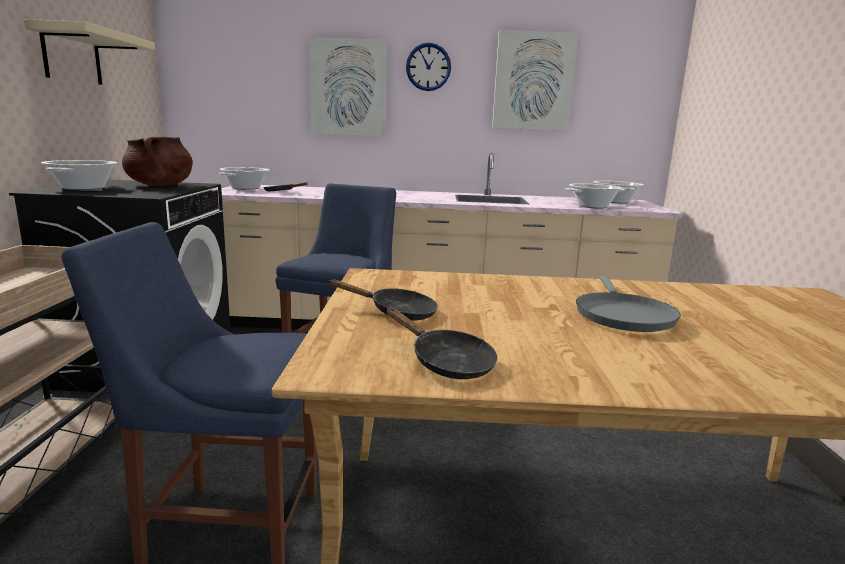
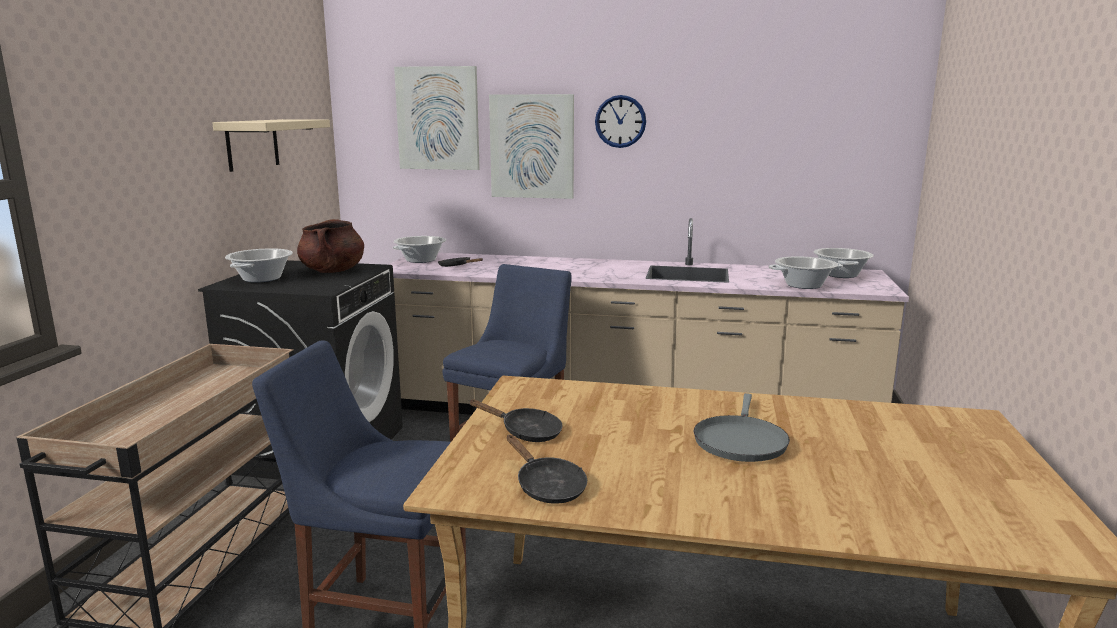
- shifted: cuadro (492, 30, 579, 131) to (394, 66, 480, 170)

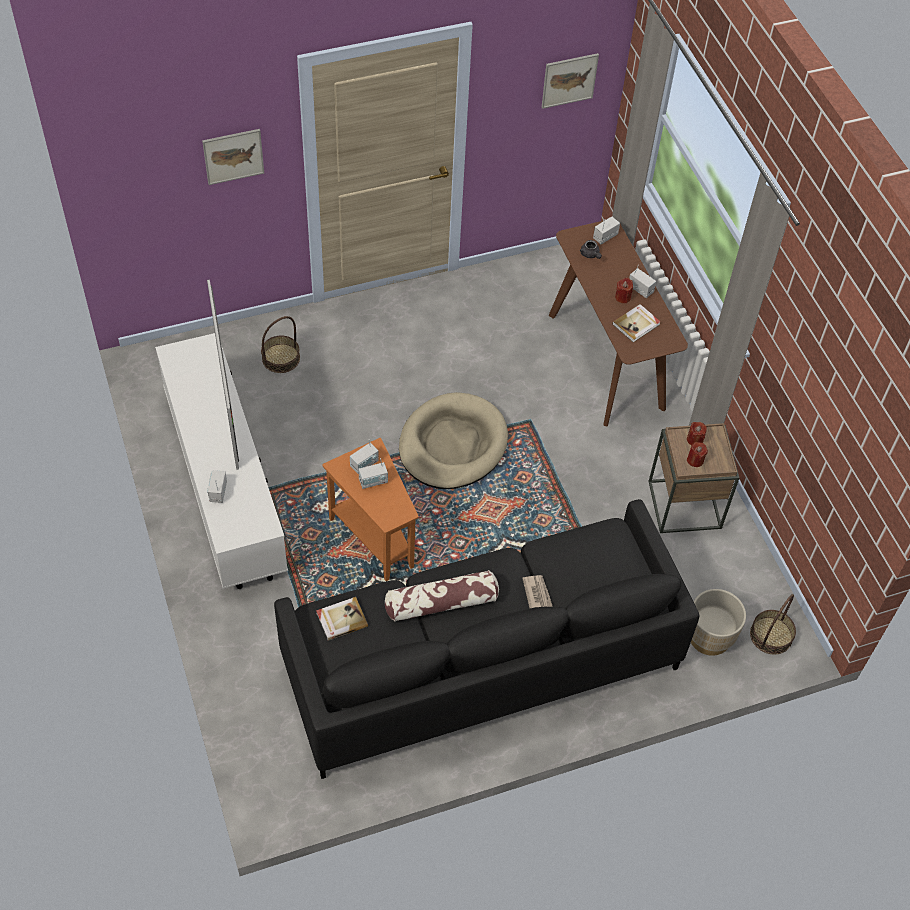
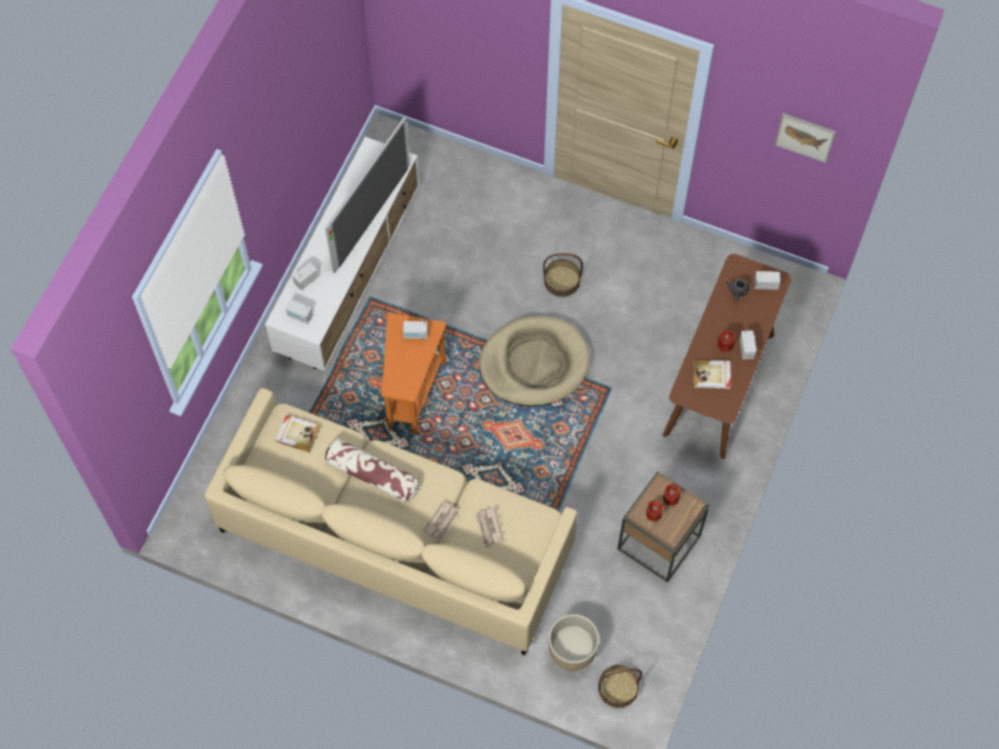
- gone: cuadro (202, 129, 264, 185)
- shifted: cesta (261, 316, 300, 373) to (543, 253, 583, 297)
- repainted: sofá/negro (274, 499, 699, 779) to sofá/beis (204, 388, 578, 655)
- shifted: radio (359, 458, 388, 489) to (286, 299, 313, 324)
- new: periódico (475, 507, 504, 548)

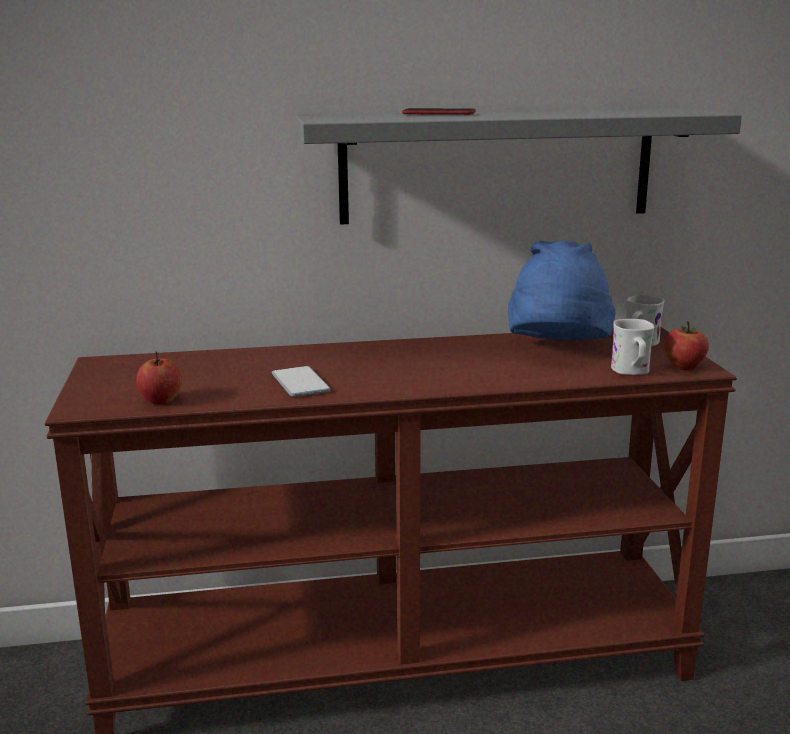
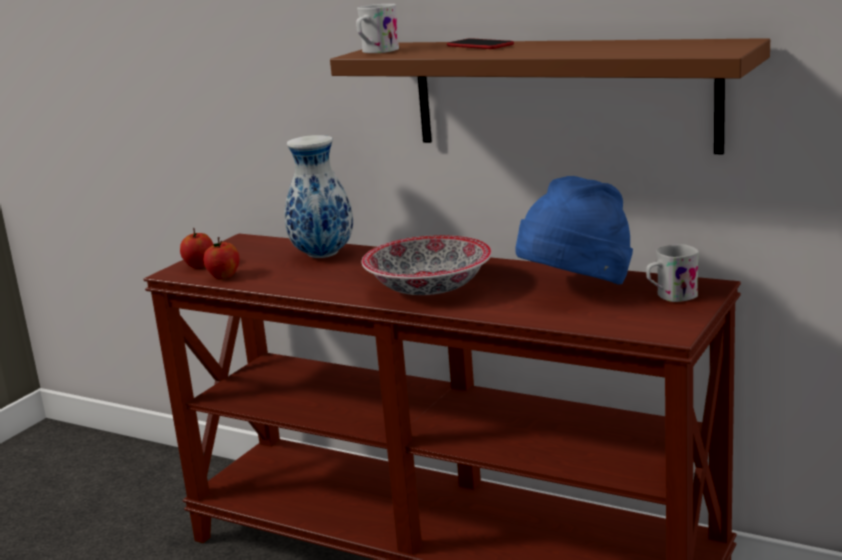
- gone: móvil (272, 366, 330, 397)
- repainted: estante/gris (295, 108, 742, 225) to estante/marrón (330, 38, 770, 155)
- shifted: taza grande/blanco (611, 319, 654, 375) to (356, 4, 399, 53)
- shifted: manzana (665, 322, 709, 370) to (180, 228, 214, 268)
- new: florero (284, 135, 353, 258)
- new: cuenco (362, 235, 492, 295)

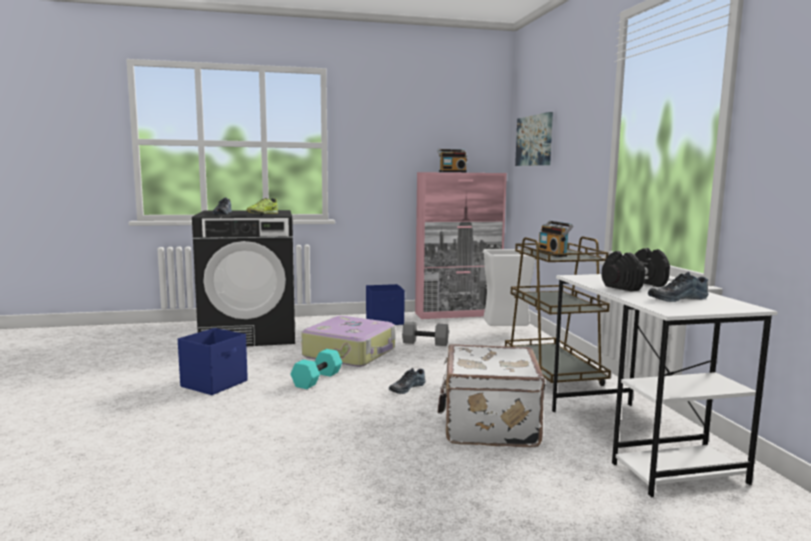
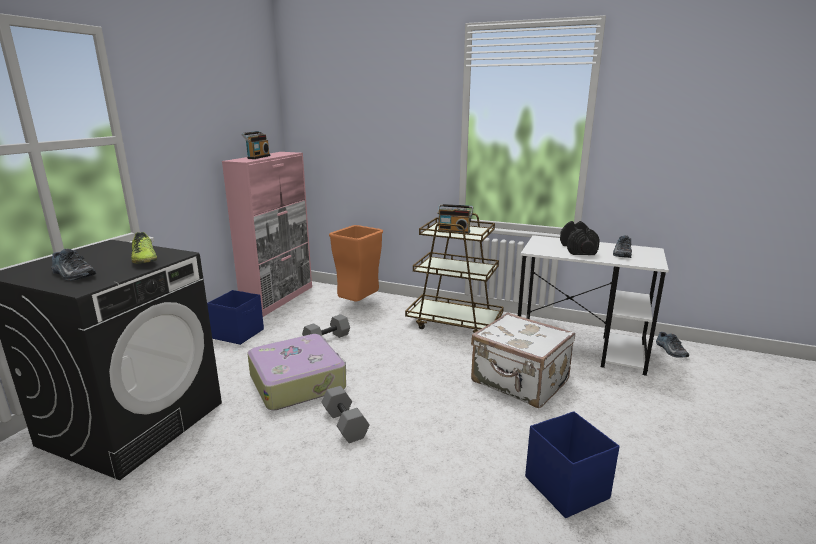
- shifted: caja de almacenaje/azul (178, 328, 248, 395) to (525, 411, 620, 518)
- repainted: mancuerna/turquesa (290, 349, 342, 389) to mancuerna/gris (322, 386, 370, 443)
- shifted: zapato (389, 368, 426, 394) to (656, 332, 689, 358)
- repainted: papelera/blanco (483, 249, 535, 326) to papelera/naranja (329, 225, 383, 302)
- gone: cuadro (515, 112, 553, 166)

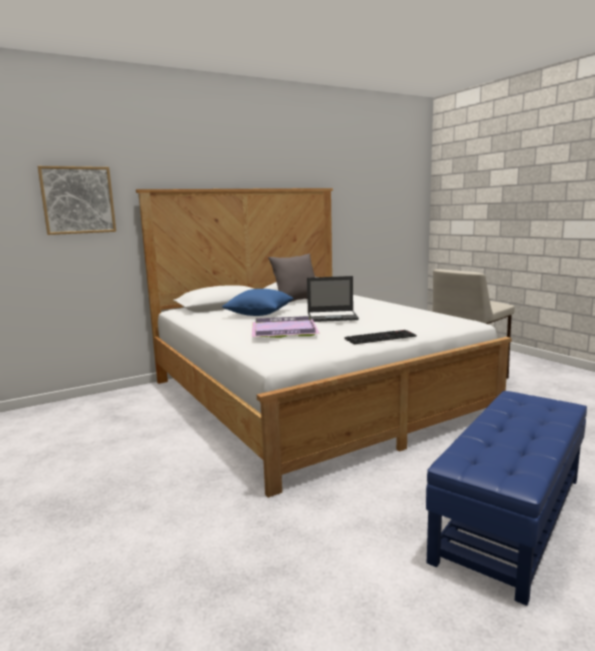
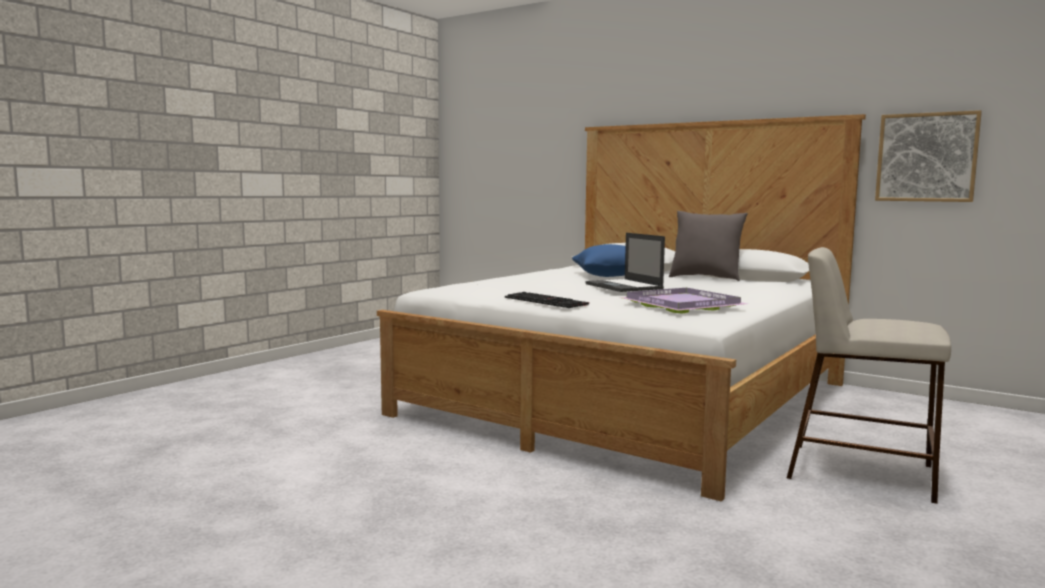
- shifted: cuadro (38, 166, 116, 235) to (875, 110, 982, 202)
- shifted: bandeja/morado (252, 316, 320, 338) to (620, 288, 747, 314)
- gone: puf/azul (426, 391, 587, 606)

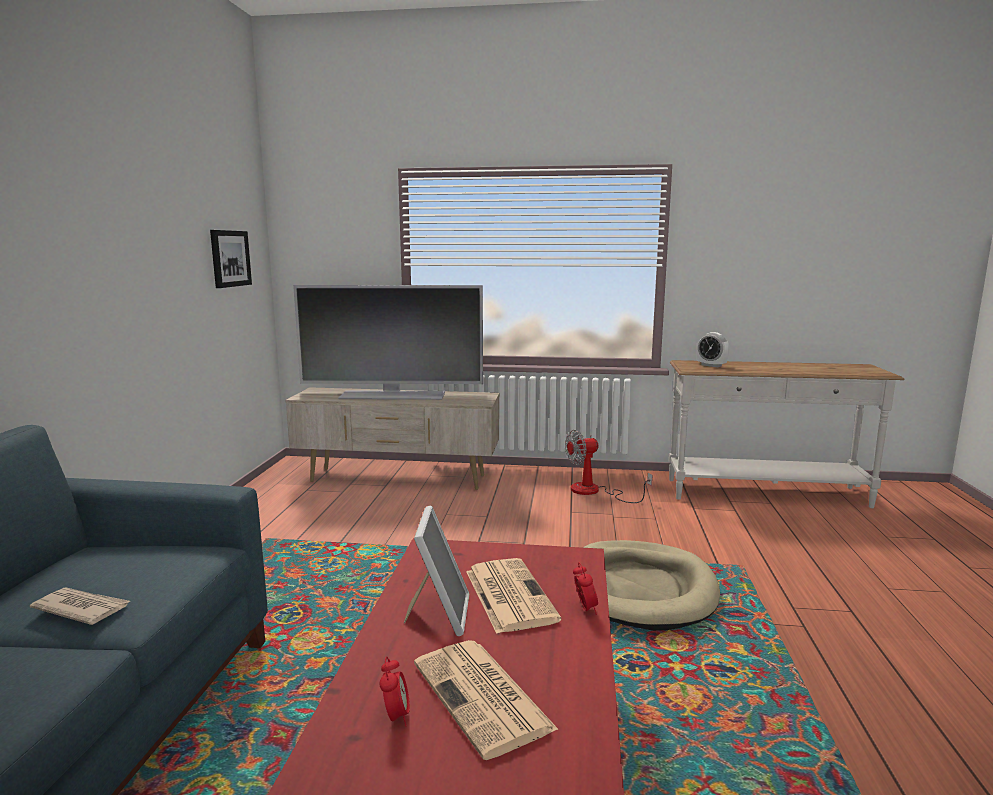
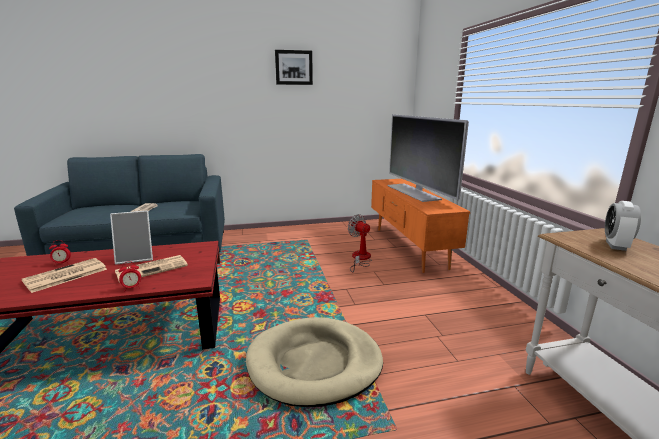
- shifted: cuadro (210, 230, 252, 288) to (275, 50, 313, 85)
- repainted: mueble de televisión/beis (285, 387, 500, 490) to mueble de televisión/naranja (371, 179, 470, 273)
- shifted: ventilador (565, 430, 652, 503) to (348, 214, 372, 273)

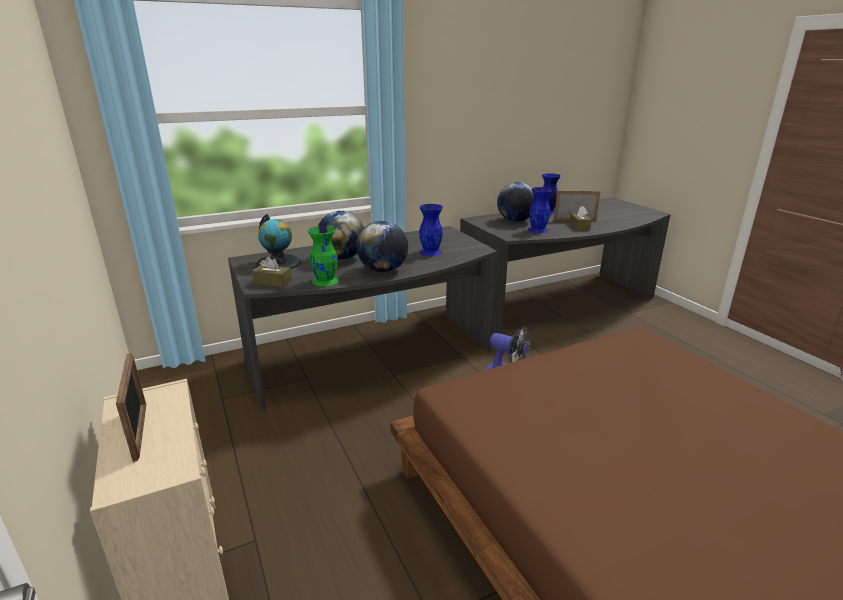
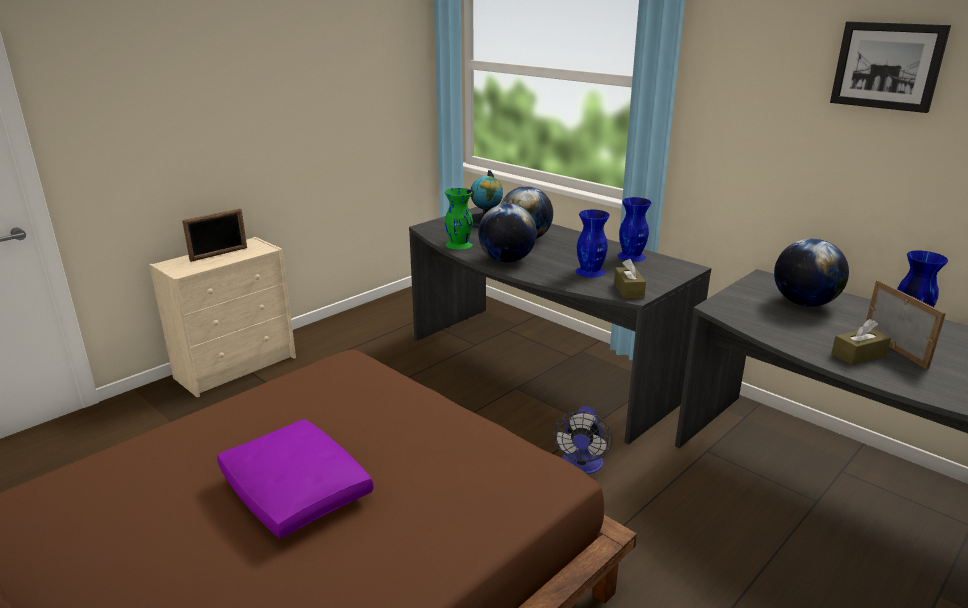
- shifted: caja de pañuelos/marrón (252, 256, 292, 287) to (614, 259, 646, 299)
- shifted: florero/azul (528, 187, 552, 233) to (617, 197, 651, 262)
- new: cojín/morado (217, 419, 374, 538)
- new: cuadro (830, 21, 951, 113)

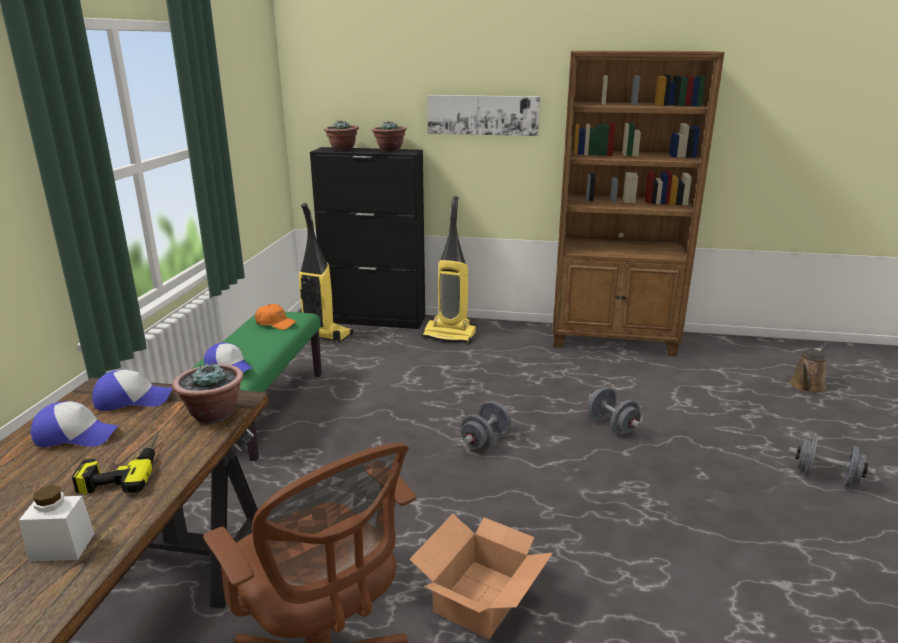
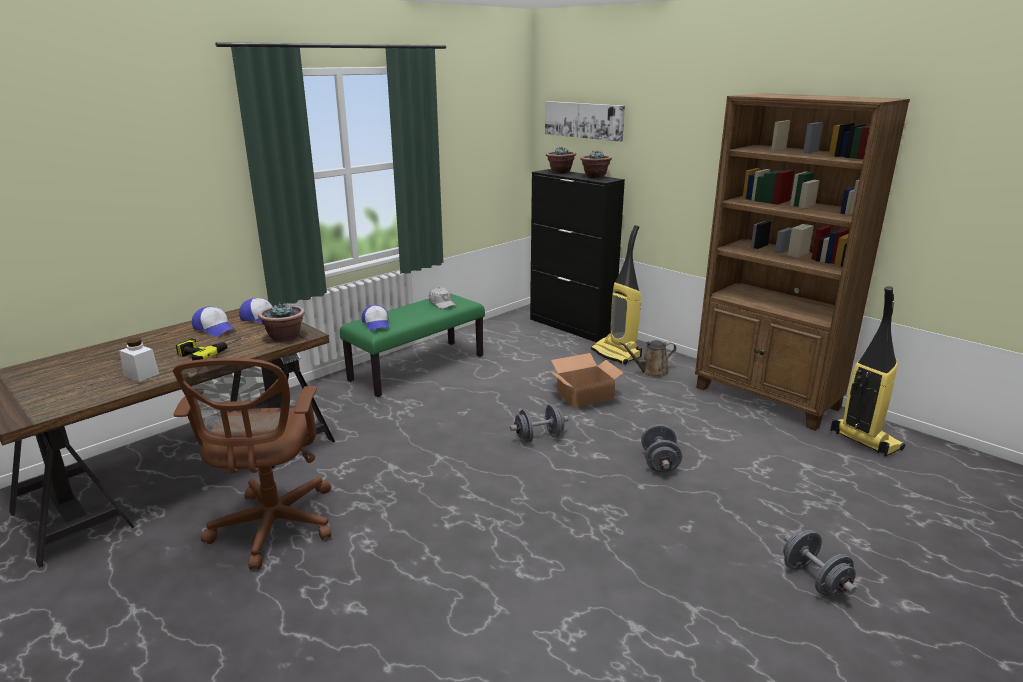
- repainted: gorra/naranja (255, 304, 297, 330) to gorra/blanco (429, 287, 456, 309)
- shifted: aspiradora (299, 203, 354, 342) to (830, 286, 905, 456)
- shifted: caja de cartón (409, 513, 553, 639) to (549, 353, 624, 408)
- shifted: cuadro (427, 95, 540, 136) to (545, 101, 625, 142)
- shifted: regadera/marrón (790, 348, 827, 393) to (619, 340, 676, 377)

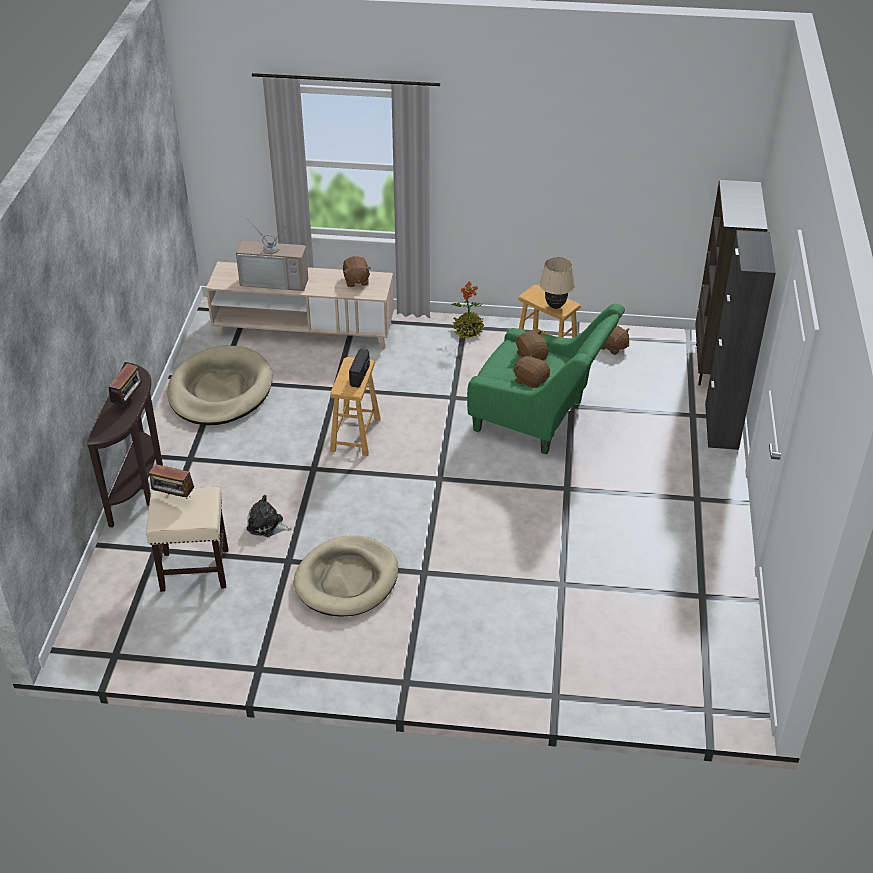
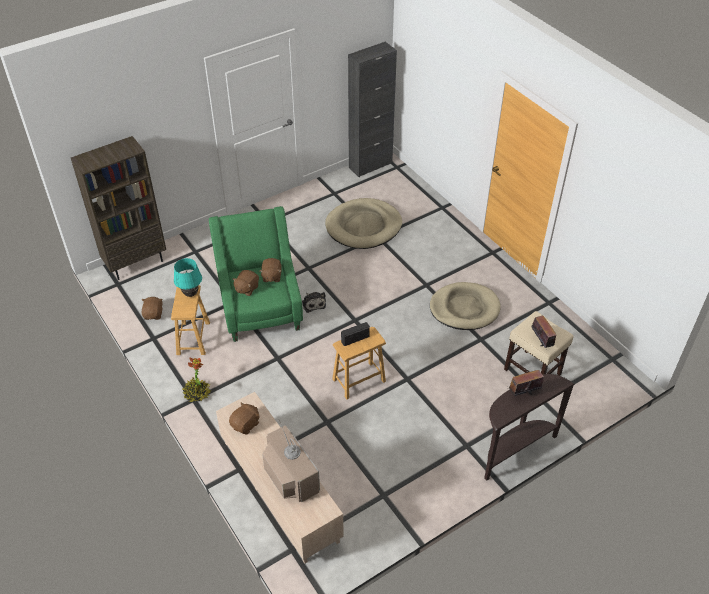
- shifted: cama para perro/beis (167, 346, 272, 425) to (325, 198, 402, 249)
- shifted: peluche (246, 495, 292, 537) to (302, 292, 326, 313)
- repainted: lámpara de mesa/beis (539, 257, 575, 309) to lámpara de mesa/turquesa (174, 258, 202, 297)
- shifted: armario/negro (705, 230, 776, 450) to (348, 42, 397, 177)

